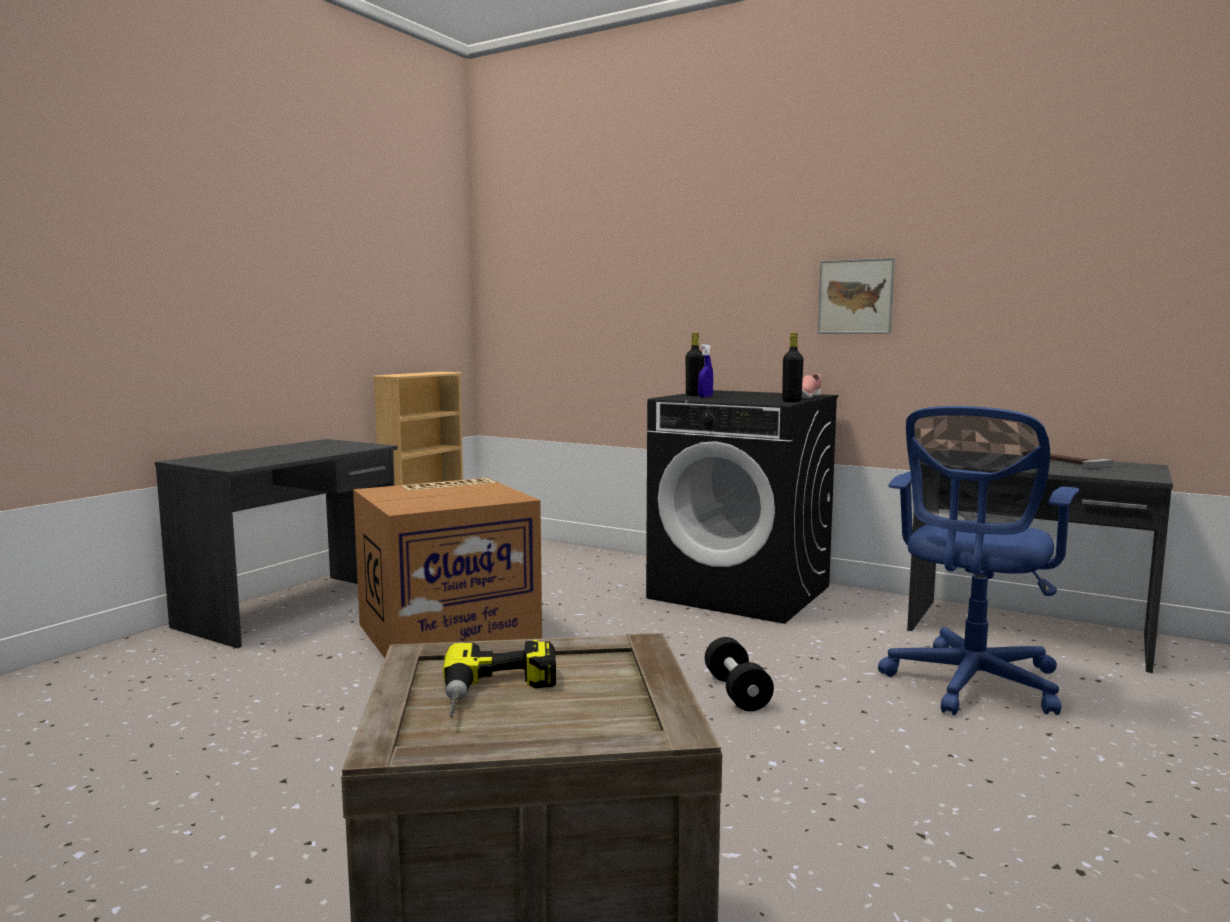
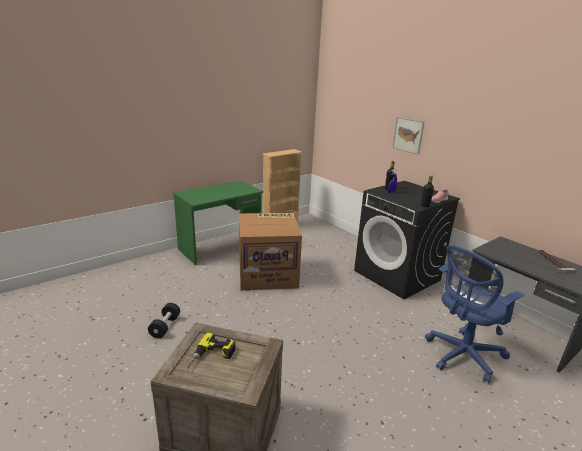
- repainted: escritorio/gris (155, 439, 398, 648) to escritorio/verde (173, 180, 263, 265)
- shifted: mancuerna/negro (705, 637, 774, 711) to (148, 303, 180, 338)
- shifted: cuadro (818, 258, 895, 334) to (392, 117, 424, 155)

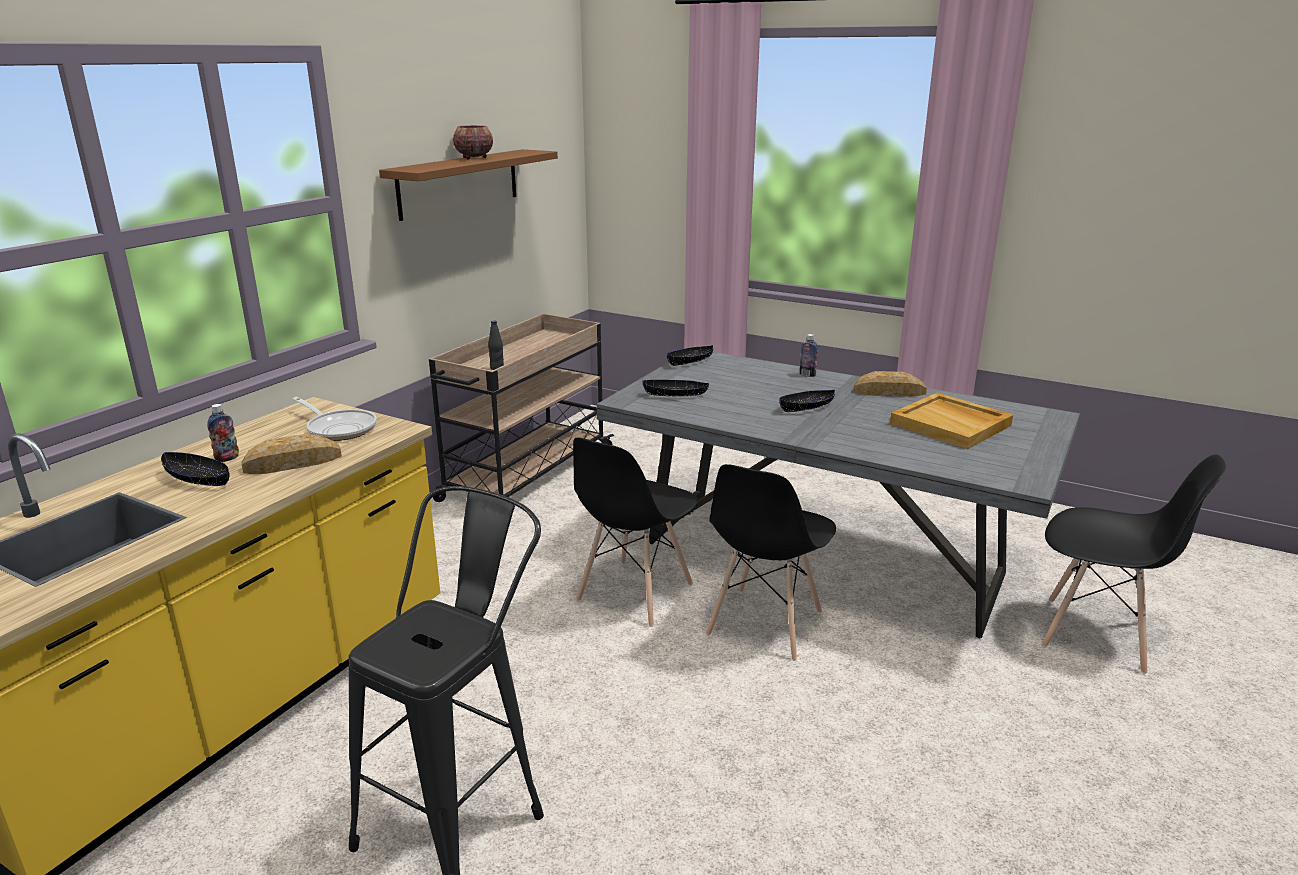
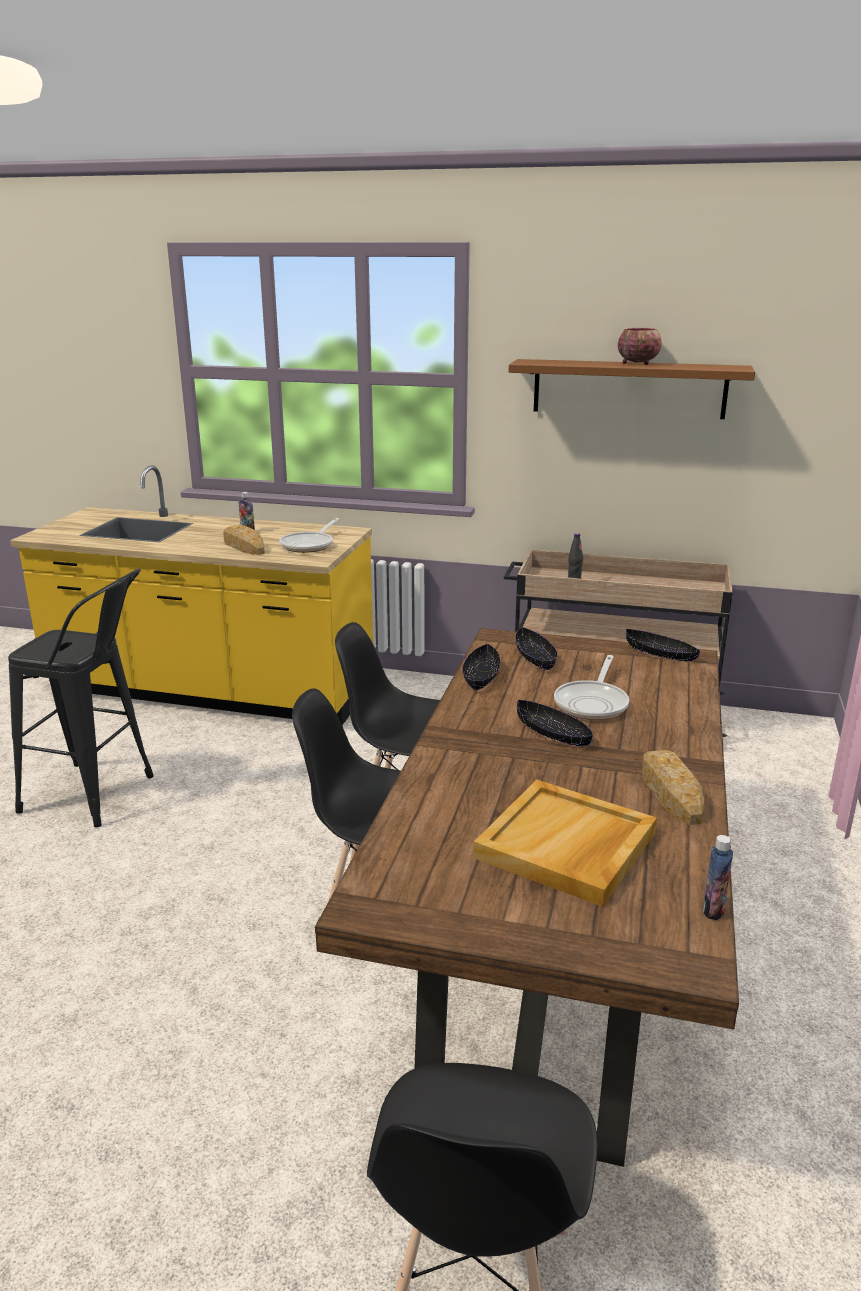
- shifted: cuenco/negro (161, 452, 230, 486) to (462, 644, 500, 691)
- repainted: mesa de comedor/gris (596, 352, 1080, 638) to mesa de comedor/marrón (315, 628, 739, 1167)
- shifted: botella (800, 334, 818, 377) to (703, 835, 733, 920)
- new: sartén (554, 655, 629, 720)

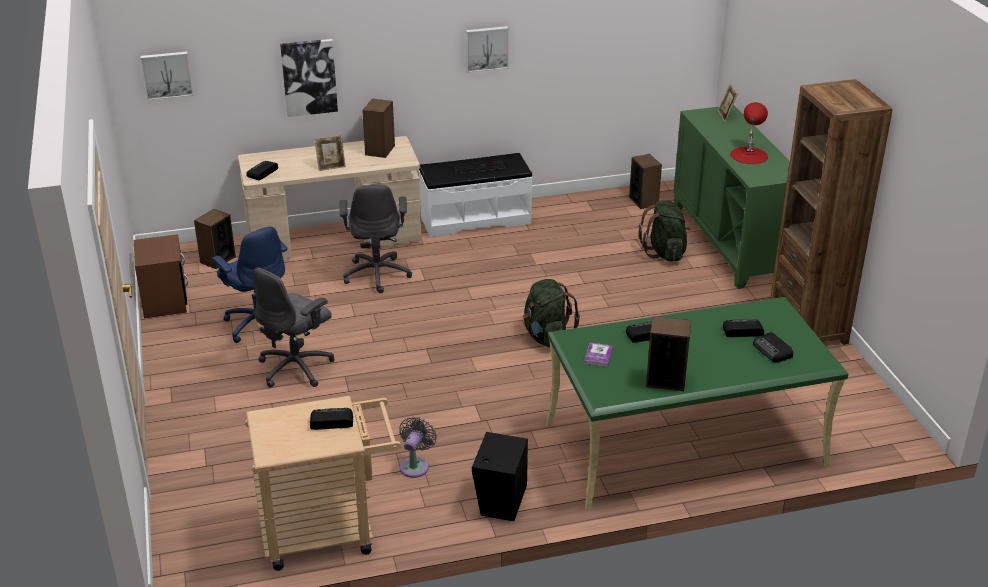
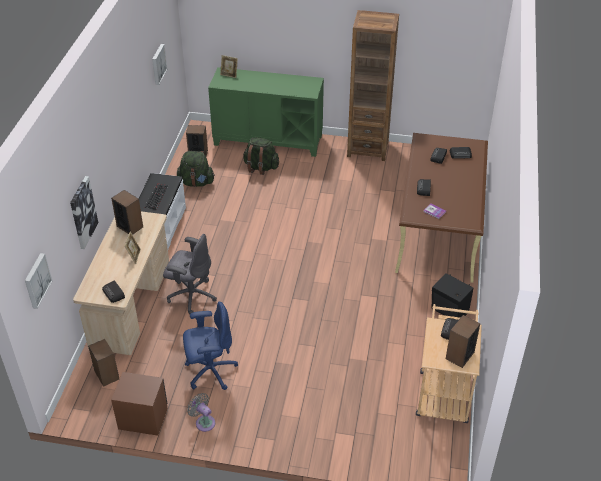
- gone: silla de oficina/gris (253, 268, 334, 388)
- shifted: ventilador/gris (399, 417, 437, 478) to (187, 393, 215, 432)
- shifted: cuadro (466, 26, 509, 73) to (152, 44, 167, 85)
- shifted: mochila/verde (523, 279, 580, 348) to (177, 151, 215, 187)
- repainted: escritorio/verde (546, 297, 848, 511) to escritorio/marrón (395, 133, 488, 283)
- shifted: altavoz (646, 316, 691, 391) to (446, 315, 480, 368)
- gone: lámpara de mesa/rojo (730, 102, 768, 164)

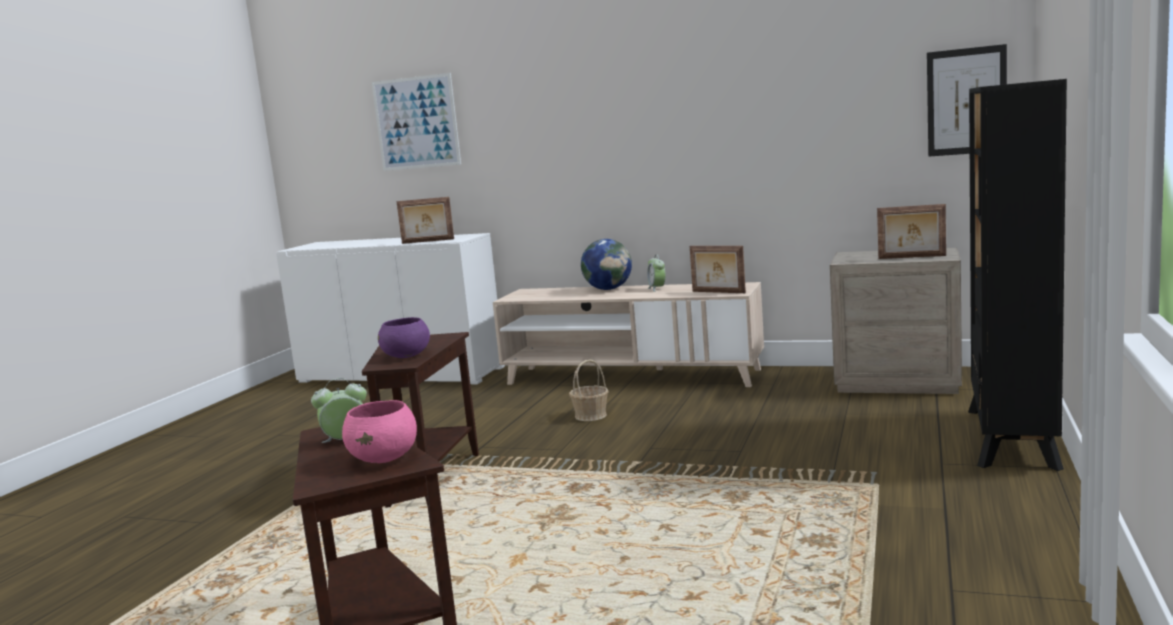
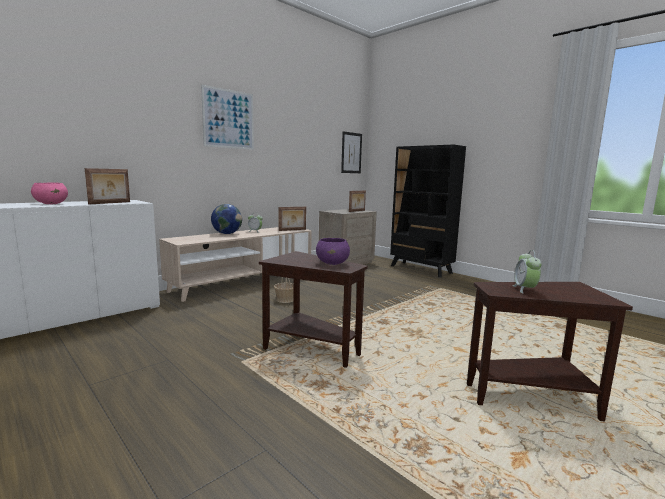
- shifted: cuenco/rosa (342, 400, 417, 463) to (31, 182, 68, 204)
- shifted: cuadro (372, 73, 461, 171) to (201, 85, 254, 150)

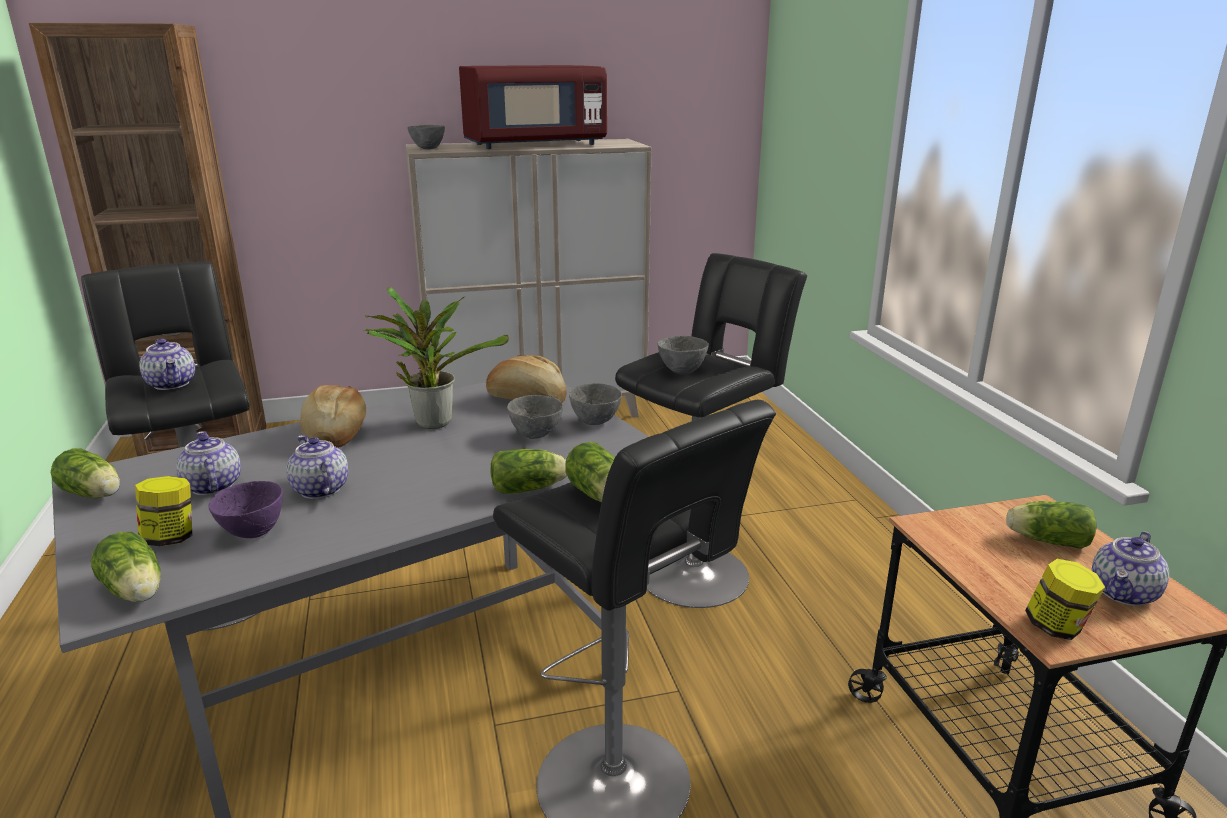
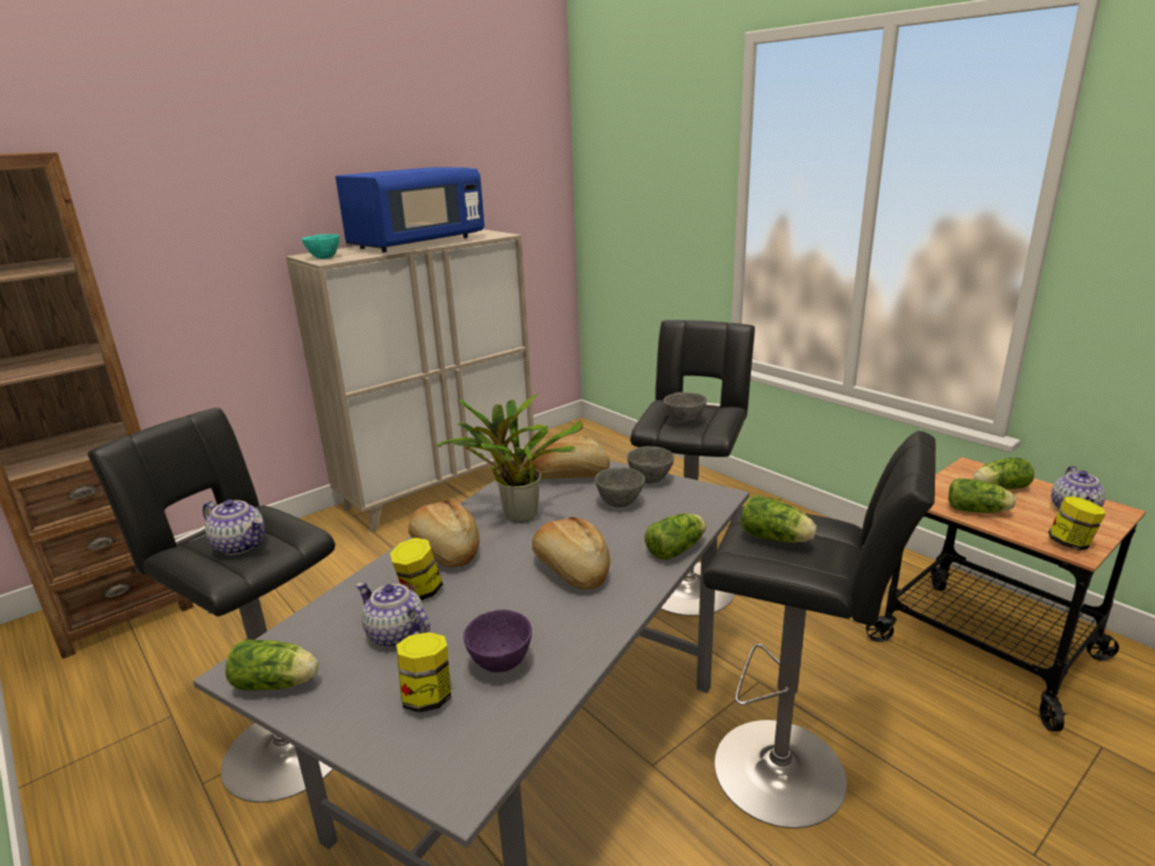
- shifted: lechuga (91, 532, 160, 602) to (948, 478, 1016, 513)
- gone: tetera (286, 435, 348, 499)
- repainted: cuenco/gris (407, 125, 445, 149) to cuenco/turquesa (302, 234, 340, 259)
- repainted: microondas/rojo (459, 65, 607, 149) to microondas/azul (335, 167, 485, 252)
- new: tarro (390, 538, 443, 600)
- new: pan (532, 517, 610, 590)

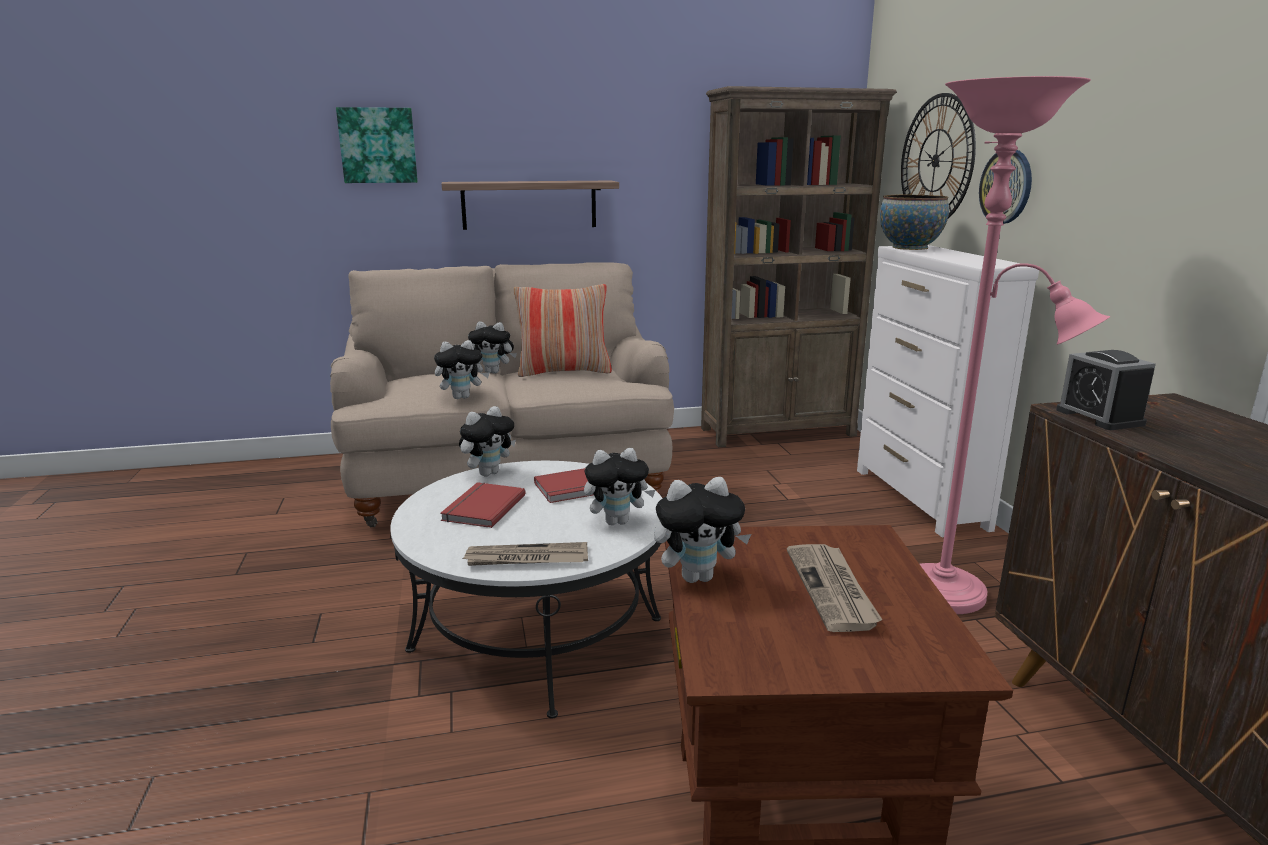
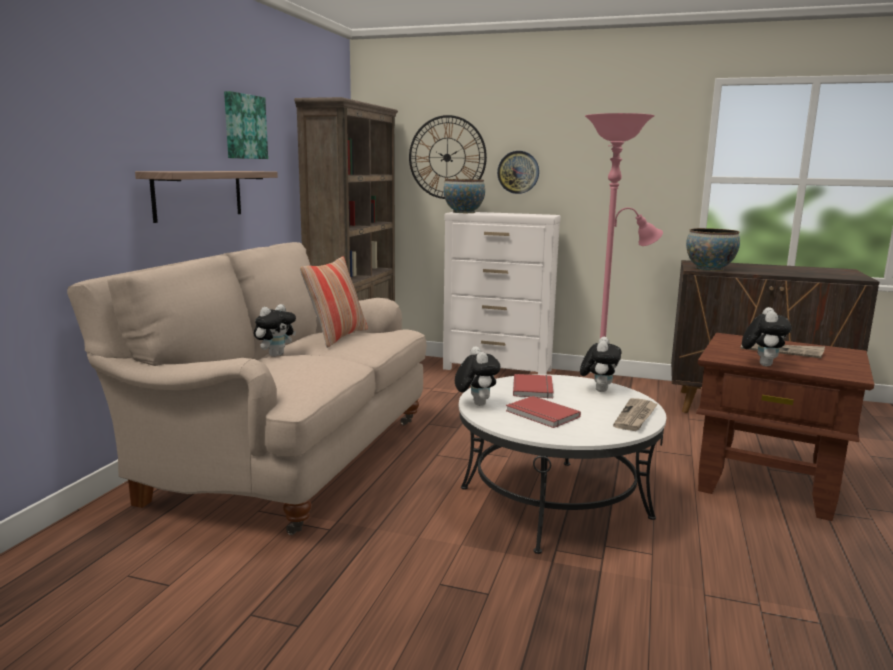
- shifted: cuadro (336, 107, 418, 183) to (224, 91, 268, 159)
- gone: peluche (434, 340, 490, 399)
- swapped: despertador (1056, 350, 1156, 430) to cuenco (686, 228, 740, 271)

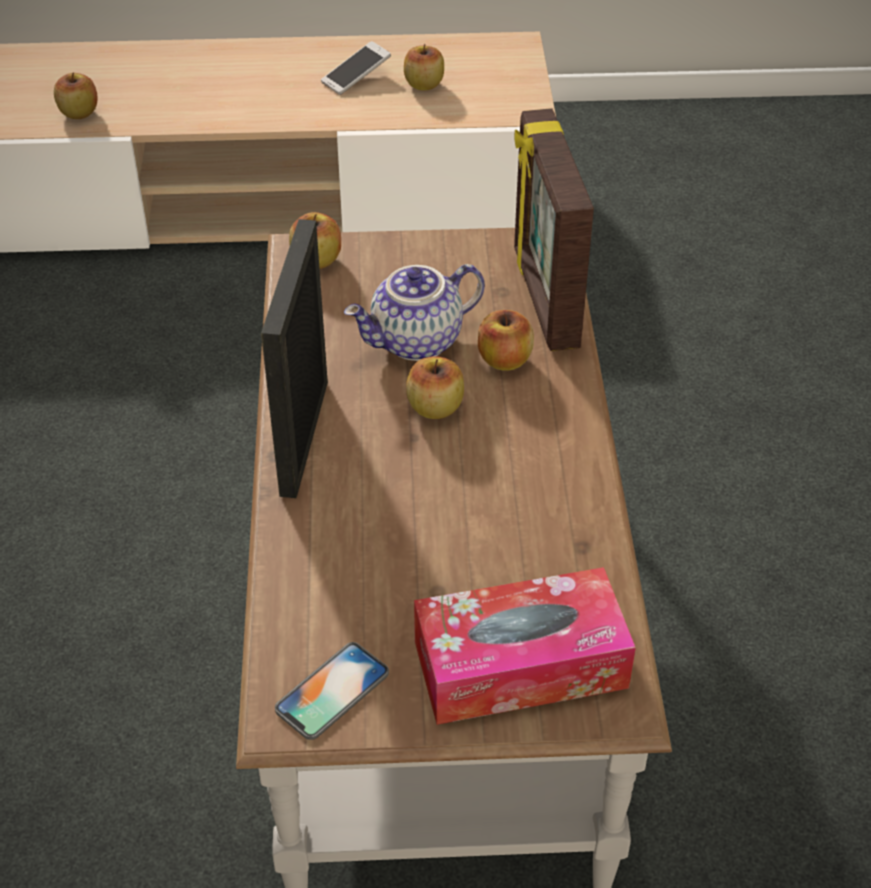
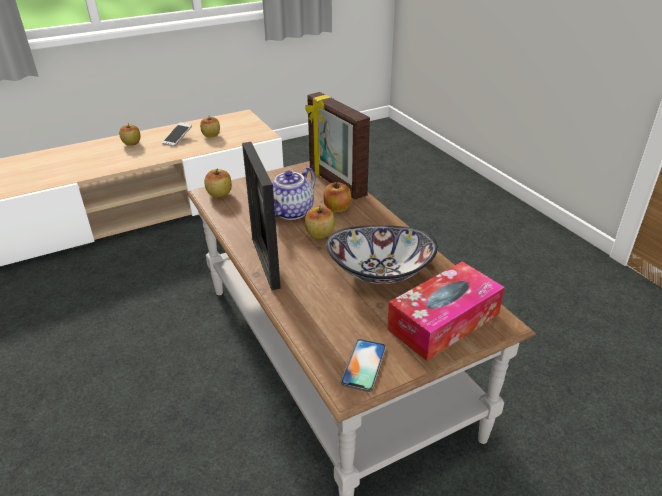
- shifted: manzana (54, 72, 98, 119) to (119, 123, 141, 146)
- new: cuenco (326, 225, 438, 284)

